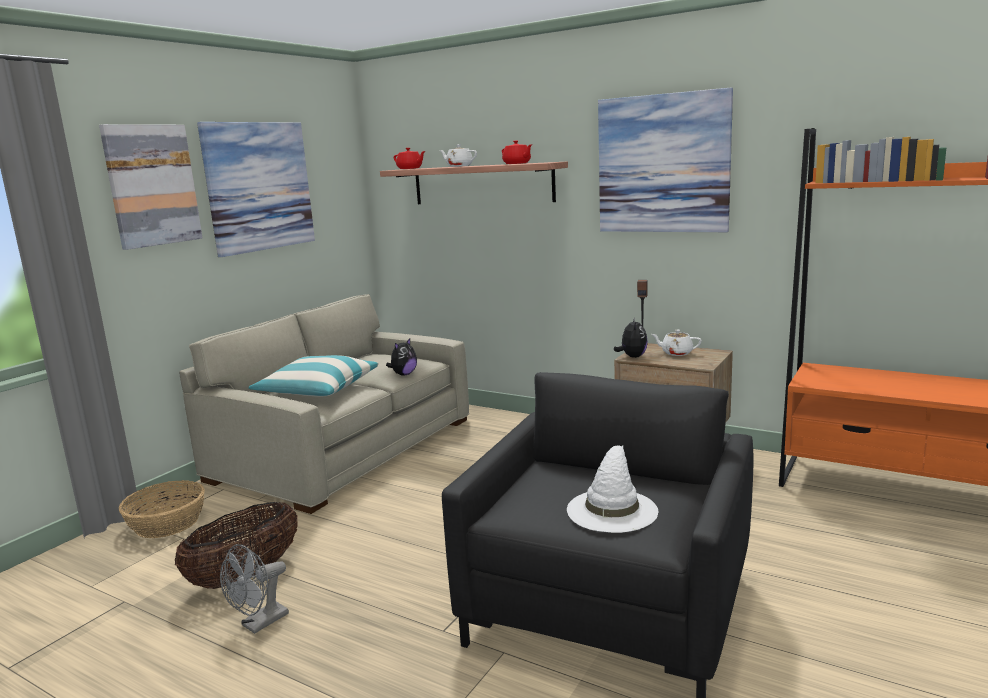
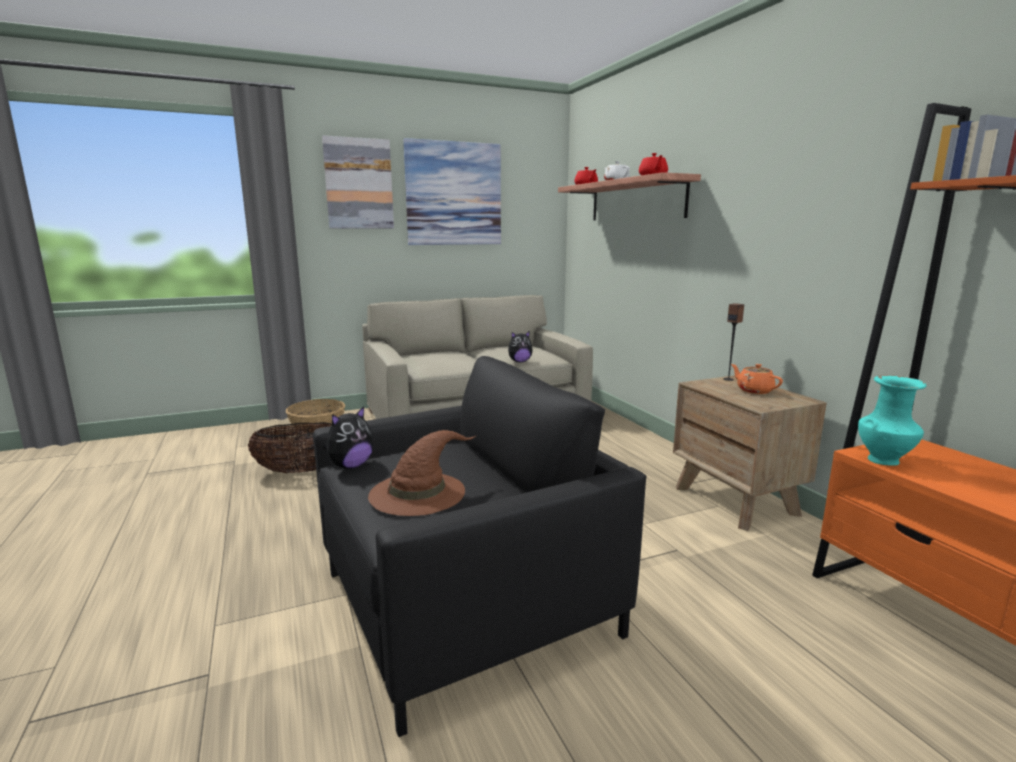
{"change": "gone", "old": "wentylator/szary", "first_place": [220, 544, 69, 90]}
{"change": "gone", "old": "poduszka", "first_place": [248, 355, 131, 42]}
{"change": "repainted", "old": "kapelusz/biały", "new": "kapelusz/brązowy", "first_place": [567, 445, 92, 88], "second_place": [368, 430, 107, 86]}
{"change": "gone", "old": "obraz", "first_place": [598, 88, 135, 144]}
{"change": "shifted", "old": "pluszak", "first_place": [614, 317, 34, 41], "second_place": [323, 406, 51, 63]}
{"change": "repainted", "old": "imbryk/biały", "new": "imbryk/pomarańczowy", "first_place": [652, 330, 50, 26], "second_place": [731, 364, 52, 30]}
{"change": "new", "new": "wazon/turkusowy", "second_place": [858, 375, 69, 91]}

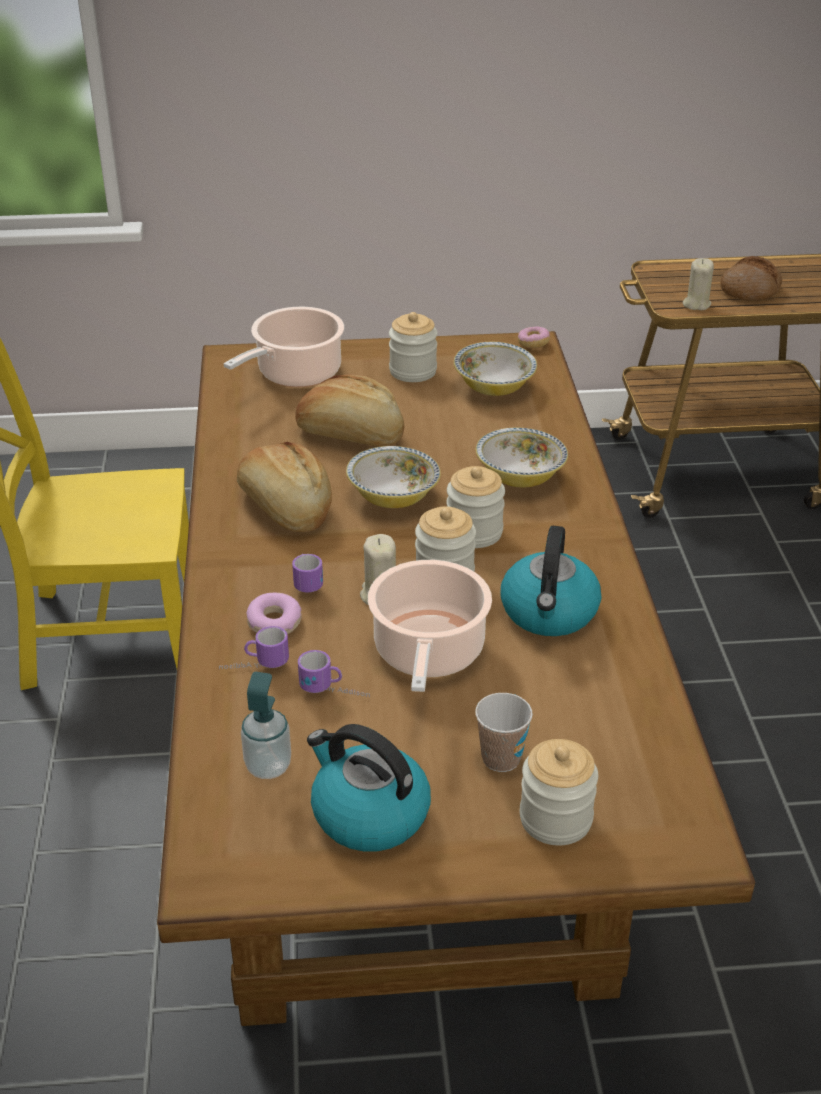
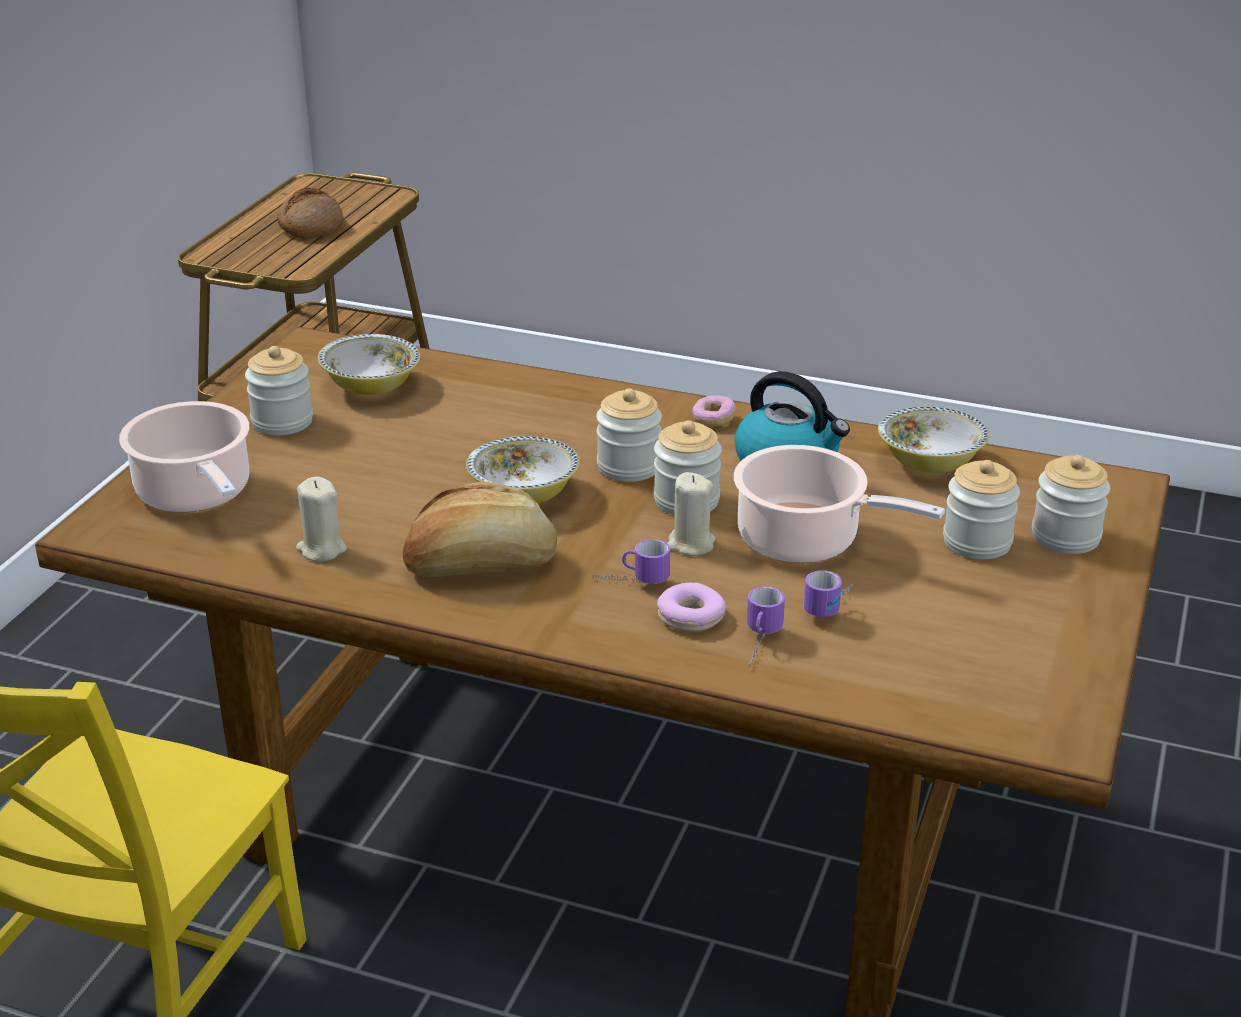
{"change": "gone", "old": "dozownik mydła", "first_place": [241, 672, 50, 107]}
{"change": "gone", "old": "chleb", "first_place": [295, 374, 109, 73]}
{"change": "gone", "old": "czajnik", "first_place": [307, 724, 124, 128]}
{"change": "swapped", "old": "filiżanka", "new": "słoik", "first_place": [475, 693, 58, 79], "second_place": [943, 460, 77, 99]}
{"change": "shifted", "old": "miska", "first_place": [476, 428, 92, 59], "second_place": [878, 406, 111, 67]}
{"change": "shifted", "old": "donut", "first_place": [518, 326, 32, 22], "second_place": [692, 395, 44, 32]}
{"change": "shifted", "old": "świeca/beżowy", "first_place": [683, 258, 31, 52], "second_place": [296, 477, 51, 85]}

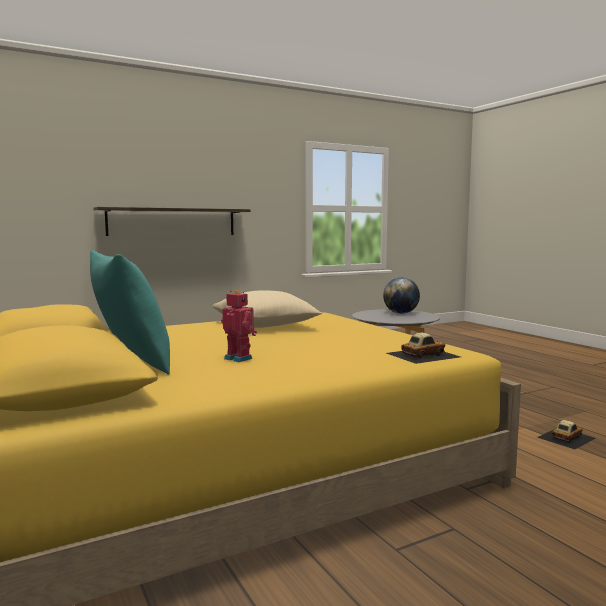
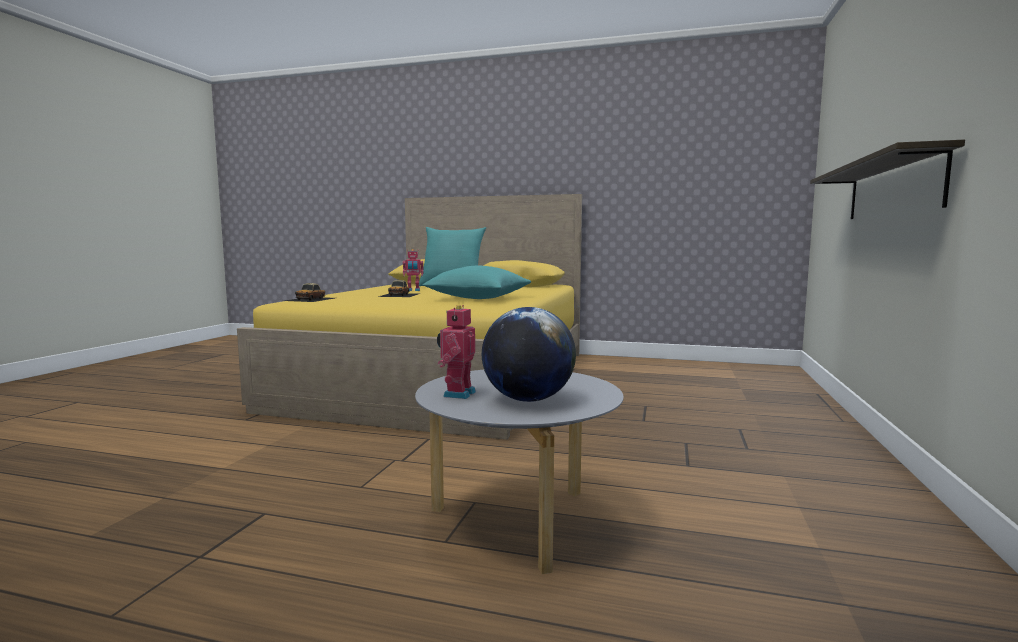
{"change": "repainted", "old": "poduszka/beżowy", "new": "poduszka/turkusowy", "first_place": [212, 290, 110, 38], "second_place": [422, 266, 109, 33]}
{"change": "shifted", "old": "samochodzik", "first_place": [537, 420, 59, 29], "second_place": [378, 280, 40, 17]}
{"change": "new", "new": "robot zabawkowy", "second_place": [437, 305, 39, 94]}

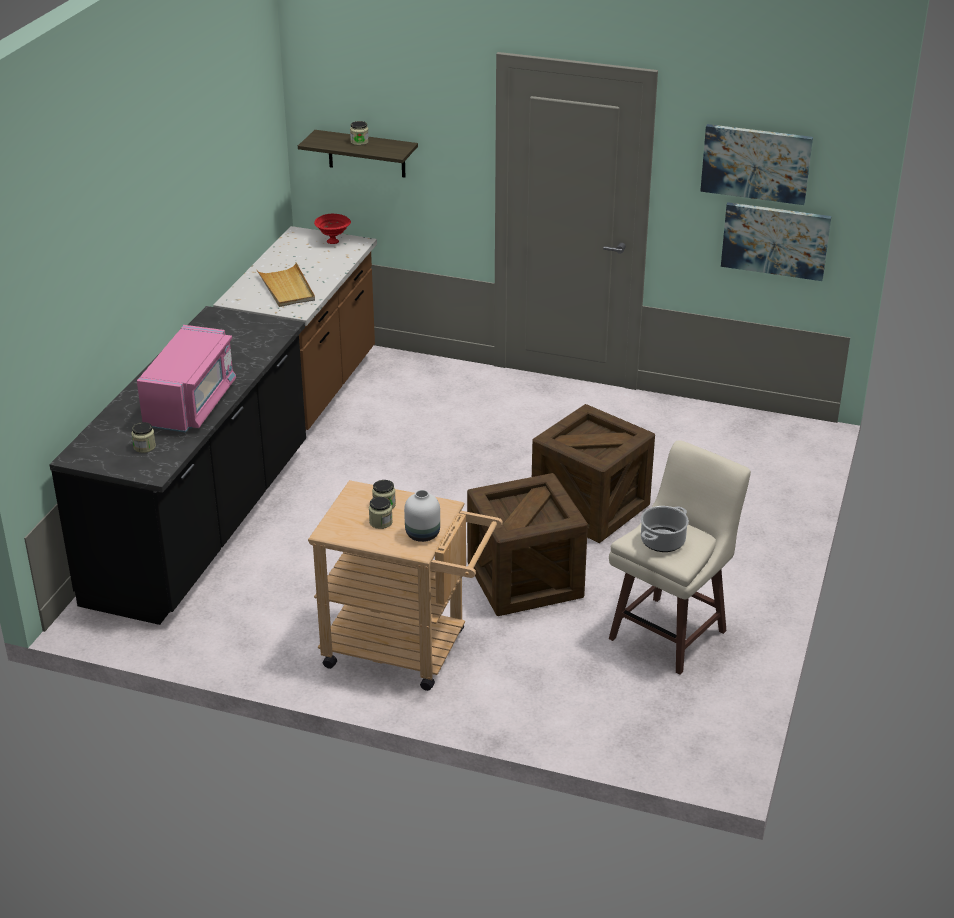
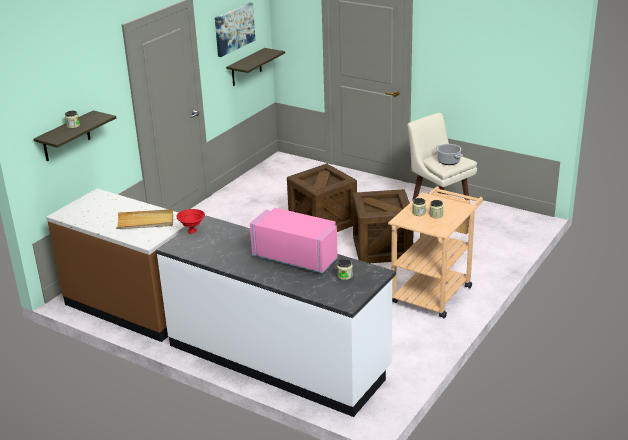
{"change": "repainted", "old": "zabudowa kuchenna/czarny", "new": "zabudowa kuchenna/biały", "first_place": [49, 306, 257, 319], "second_place": [156, 216, 240, 201]}
{"change": "shifted", "old": "miska/czerwony", "first_place": [314, 214, 37, 30], "second_place": [176, 209, 29, 24]}
{"change": "gone", "old": "wazon/biały", "first_place": [404, 490, 36, 52]}
{"change": "swapped", "old": "obraz", "new": "półka", "first_place": [721, 202, 110, 79], "second_place": [226, 48, 59, 38]}

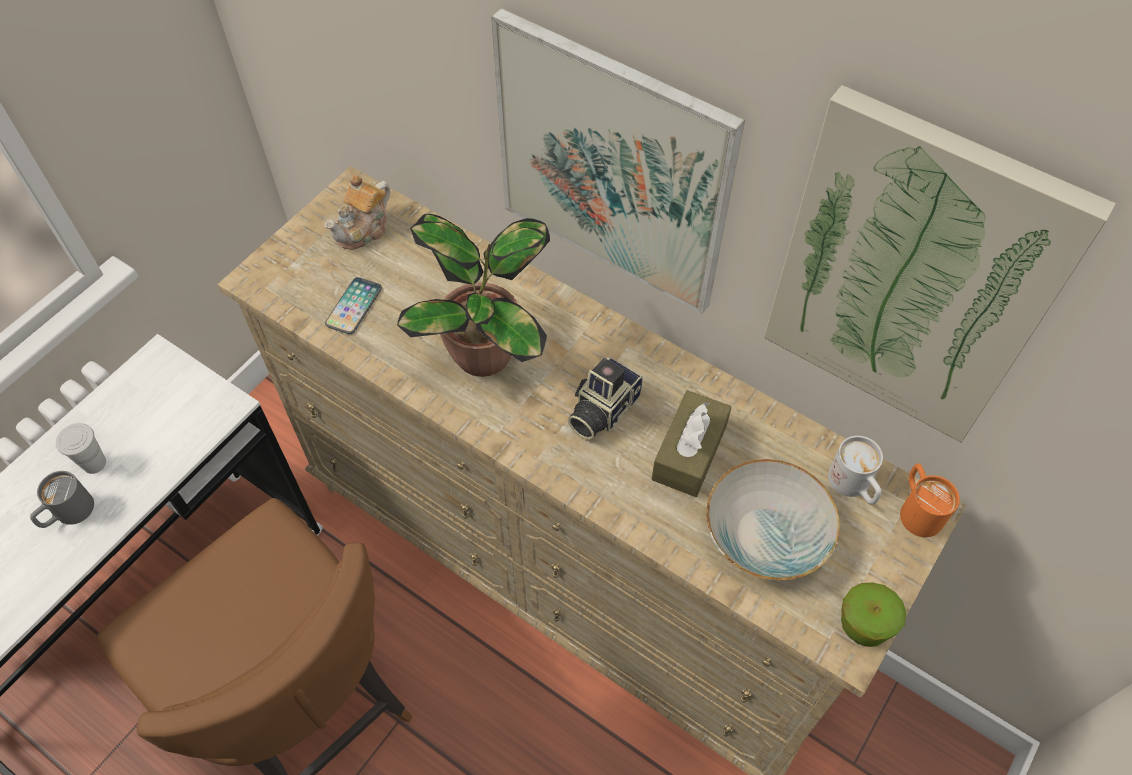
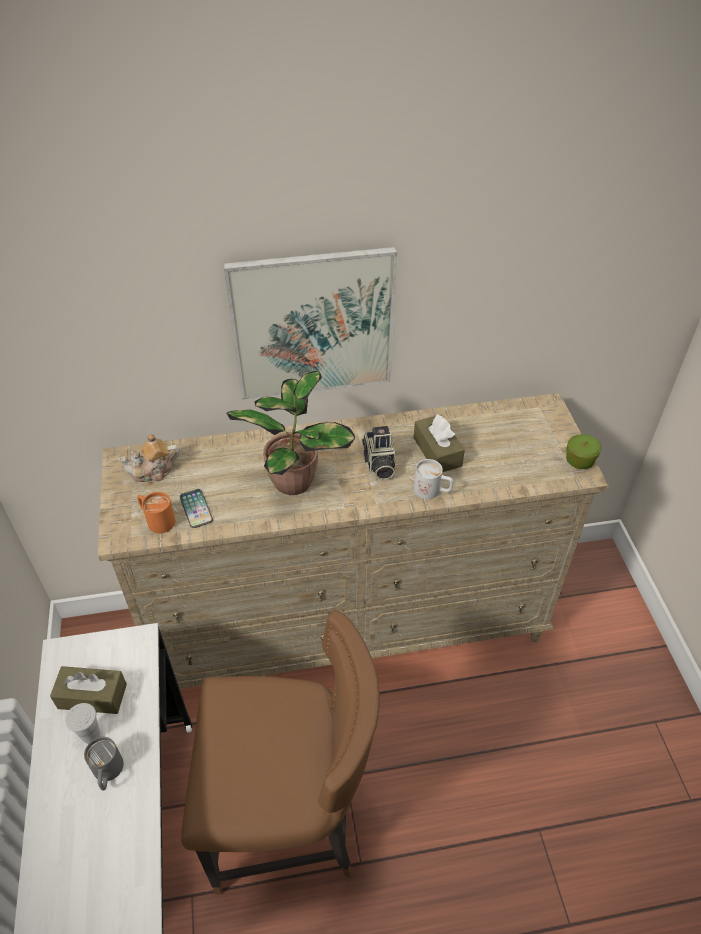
{"change": "rotated", "old": "imbryk", "first_place": [325, 175, 65, 75], "second_place": [118, 434, 61, 48], "degrees": 75}
{"change": "gone", "old": "miska", "first_place": [706, 459, 134, 121]}
{"change": "gone", "old": "obraz", "first_place": [764, 85, 352, 358]}
{"change": "shifted", "old": "kubek/biały", "first_place": [828, 436, 55, 68], "second_place": [414, 459, 39, 40]}
{"change": "shifted", "old": "kubek/pomarańczowy", "first_place": [900, 464, 60, 73], "second_place": [137, 492, 38, 41]}
{"change": "new", "new": "pudełko chusteczek/brązowy", "second_place": [50, 666, 77, 48]}

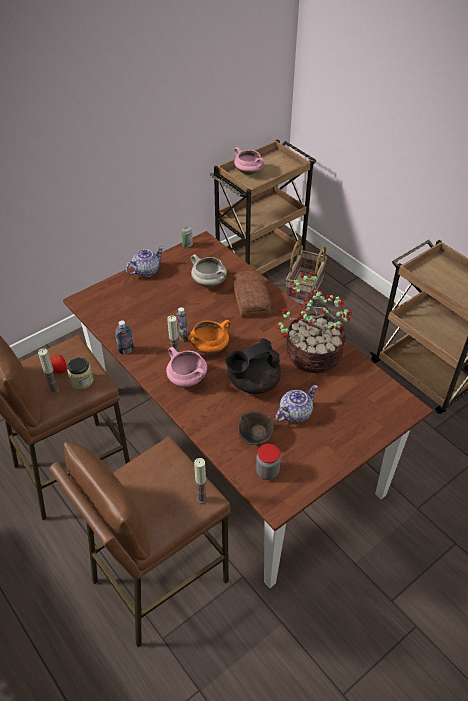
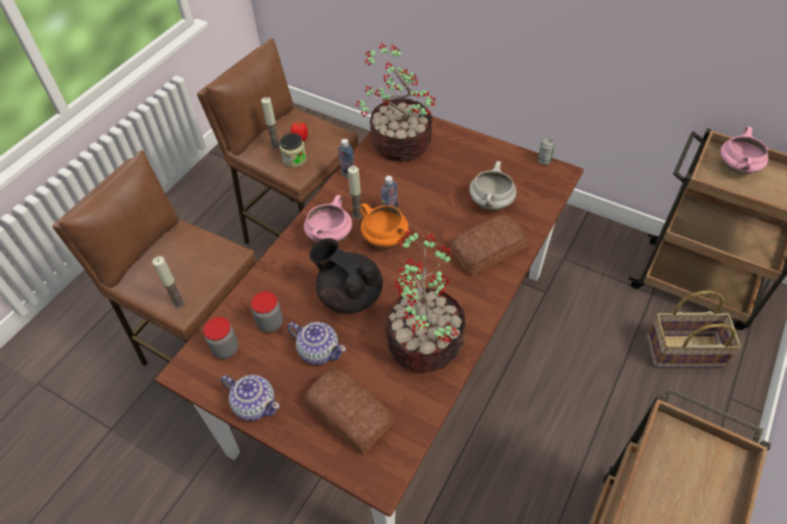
{"change": "shifted", "old": "imbryk", "first_place": [126, 247, 38, 30], "second_place": [221, 375, 59, 46]}
{"change": "swapped", "old": "miska/brązowy", "new": "słoik", "first_place": [238, 411, 36, 34], "second_place": [251, 291, 32, 42]}
{"change": "new", "new": "chleb", "second_place": [304, 369, 89, 86]}
{"change": "new", "new": "roślina doniczkowa", "second_place": [355, 43, 80, 118]}

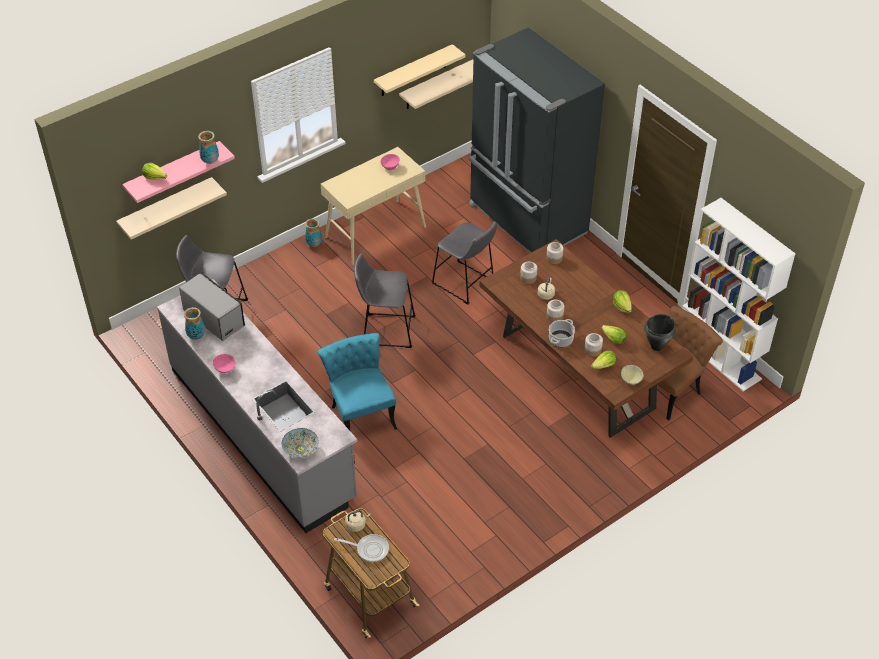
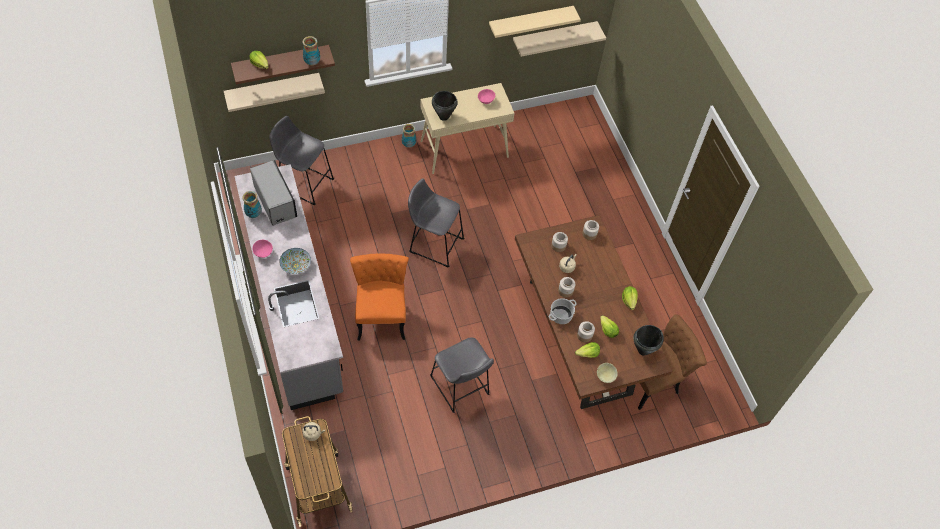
{"change": "repainted", "old": "półka/różowy", "new": "półka/brązowy", "first_place": [122, 141, 113, 62], "second_place": [231, 45, 104, 39]}
{"change": "shifted", "old": "miska", "first_place": [282, 428, 37, 30], "second_place": [279, 248, 32, 26]}
{"change": "repainted", "old": "krzesło/turkusowy", "new": "krzesło/pomarańczowy", "first_place": [318, 333, 79, 97], "second_place": [350, 253, 59, 87]}
{"change": "gone", "old": "patelnia", "first_place": [334, 534, 55, 28]}
{"change": "shifted", "old": "stołek/szary", "first_place": [431, 222, 66, 83], "second_place": [430, 337, 64, 76]}
{"change": "gone", "old": "lodówka/czarny", "first_place": [469, 27, 136, 226]}
{"change": "gone", "old": "regał/biały", "first_place": [682, 198, 114, 193]}
{"change": "new", "new": "garnek/czarny", "second_place": [432, 91, 26, 30]}

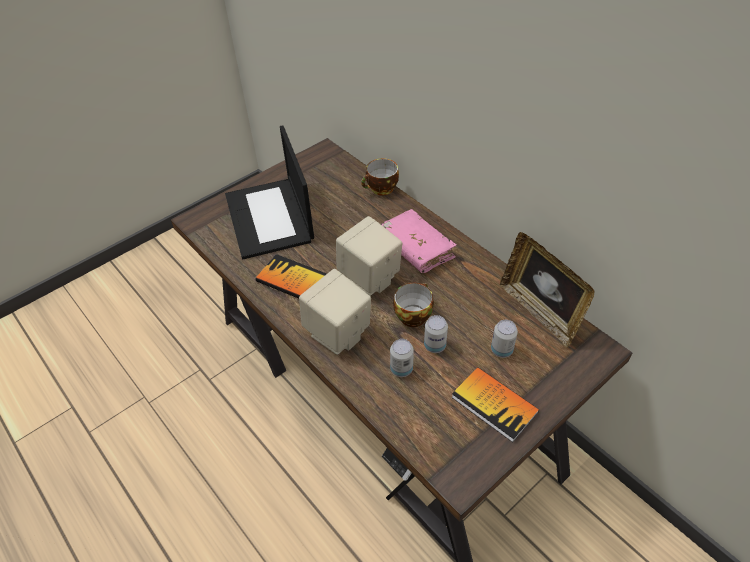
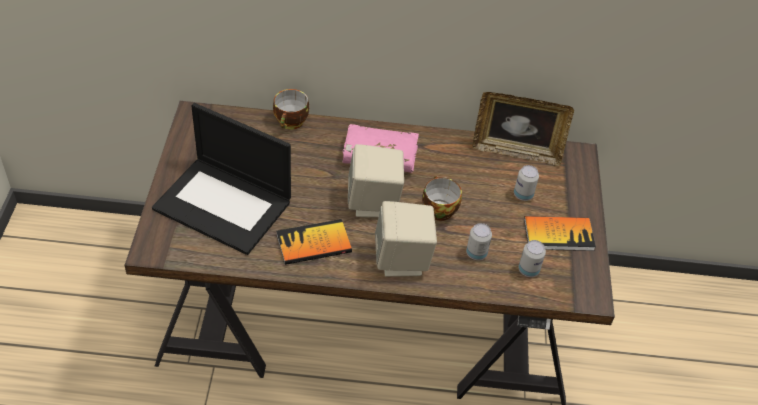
{"change": "shifted", "old": "puszka", "first_place": [424, 315, 24, 38], "second_place": [518, 240, 28, 37]}

